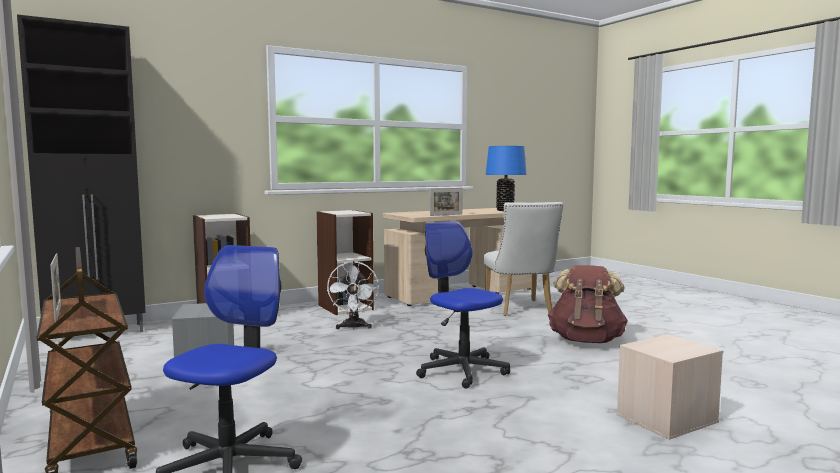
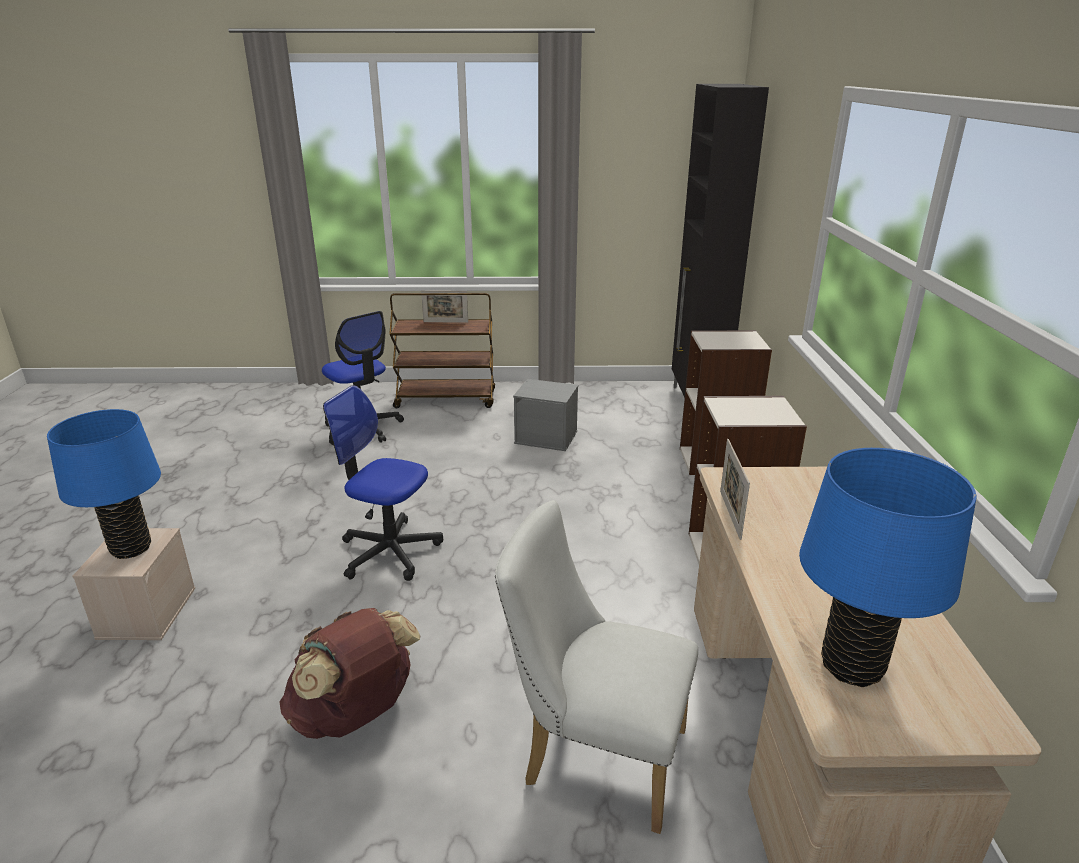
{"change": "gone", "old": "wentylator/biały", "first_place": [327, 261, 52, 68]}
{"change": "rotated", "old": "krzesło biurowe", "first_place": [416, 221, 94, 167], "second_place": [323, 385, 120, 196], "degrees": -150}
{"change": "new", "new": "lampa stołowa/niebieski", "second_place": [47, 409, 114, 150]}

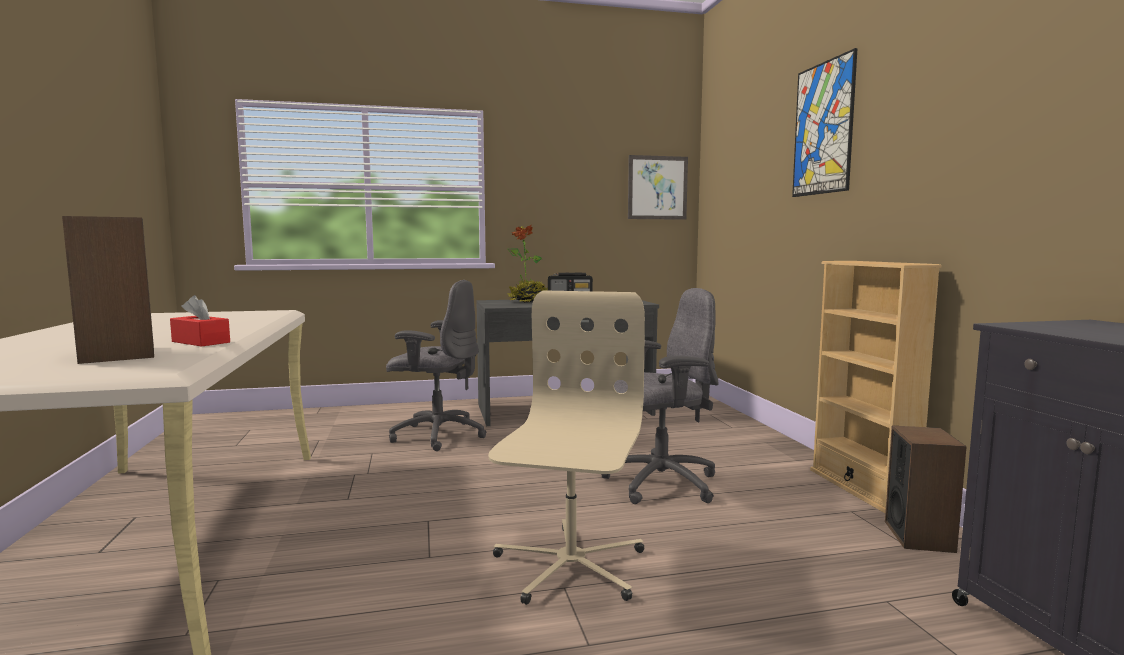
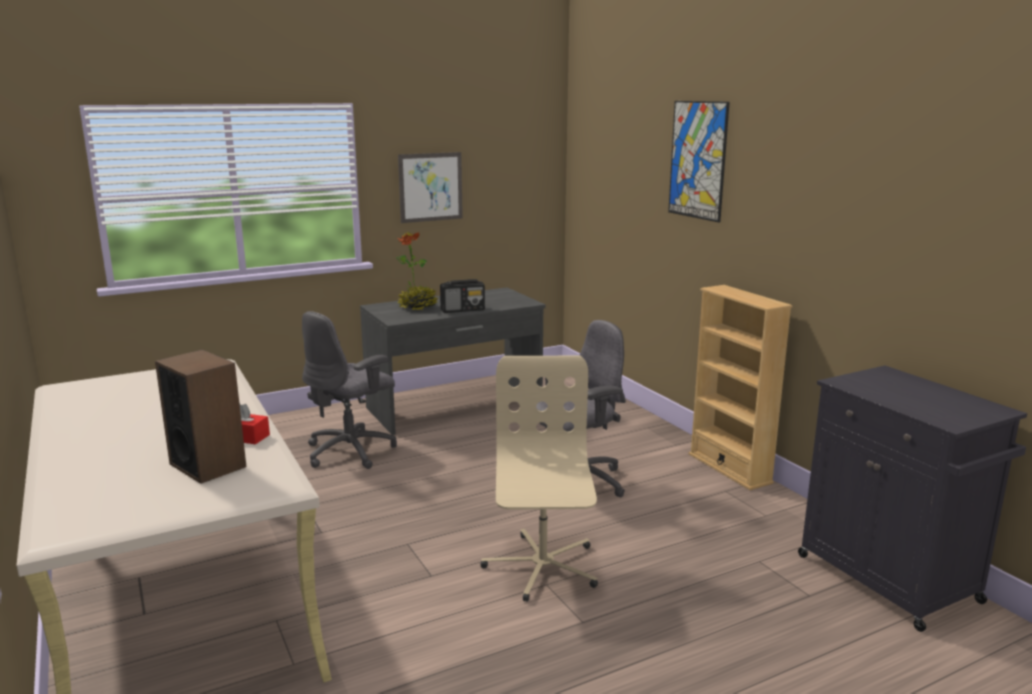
{"change": "rotated", "old": "krzesło biurowe/szary", "first_place": [386, 280, 100, 171], "second_place": [302, 311, 95, 158], "degrees": 135}
{"change": "shifted", "old": "obraz", "first_place": [628, 155, 60, 65], "second_place": [398, 152, 65, 71]}
{"change": "gone", "old": "głośnik", "first_place": [885, 426, 82, 127]}

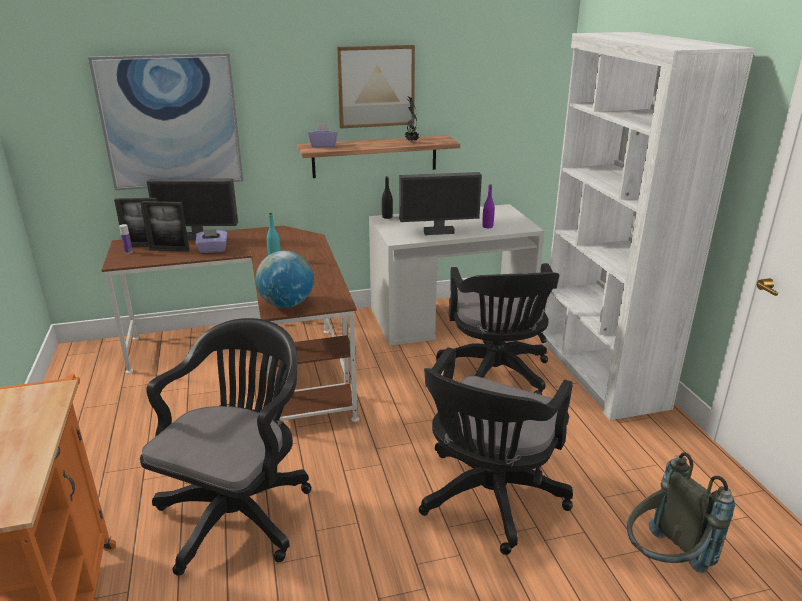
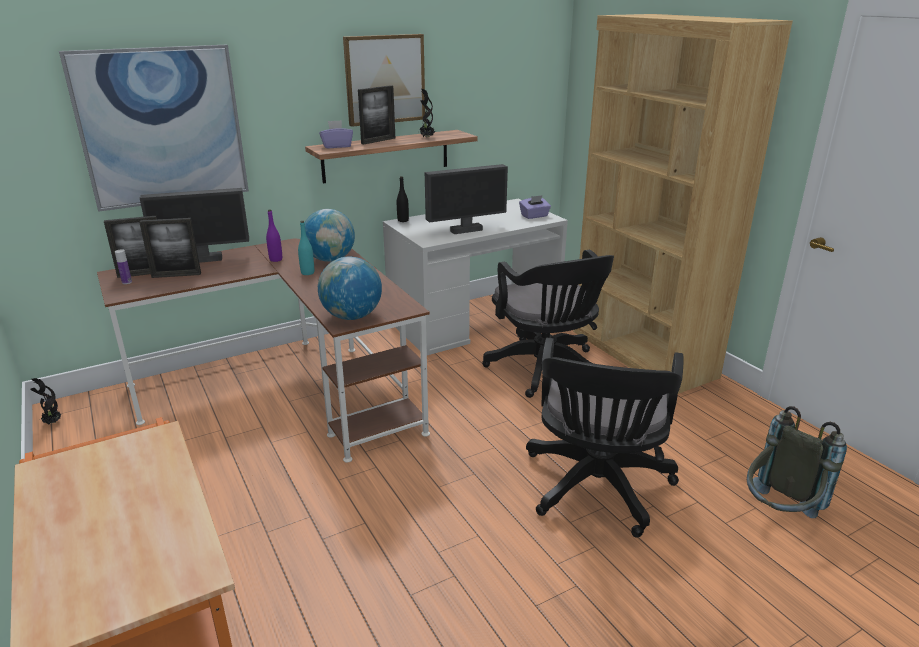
{"change": "gone", "old": "krzesło biurowe/czarny", "first_place": [140, 318, 172, 258]}
{"change": "shifted", "old": "pudełko chusteczek/fioletowy", "first_place": [195, 229, 32, 24], "second_place": [519, 195, 32, 24]}
{"change": "shifted", "old": "butelka/fioletowy", "first_place": [482, 184, 13, 44], "second_place": [266, 210, 16, 52]}
{"change": "repainted", "old": "regał/biały", "new": "regał/brązowy", "first_place": [542, 32, 213, 388], "second_place": [573, 14, 220, 380]}
{"change": "new", "new": "roślina doniczkowa", "second_place": [30, 378, 31, 47]}
{"change": "new", "new": "globus", "second_place": [305, 209, 50, 53]}
{"change": "new", "new": "ramka na zdjęcie", "second_place": [358, 85, 37, 59]}

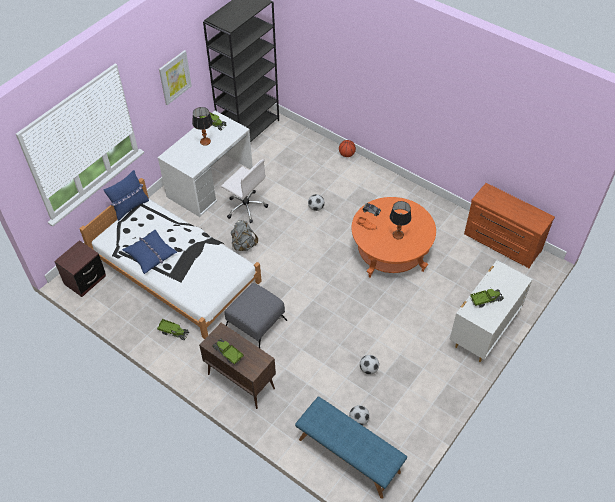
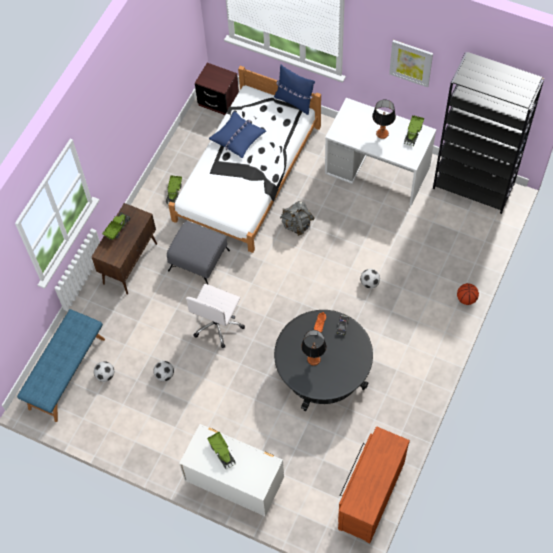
{"change": "shifted", "old": "krzesło biurowe/biały", "first_place": [221, 159, 47, 64], "second_place": [186, 284, 59, 64]}
{"change": "repainted", "old": "ława/pomarańczowy", "new": "ława/czarny", "first_place": [352, 197, 84, 81], "second_place": [274, 310, 99, 101]}

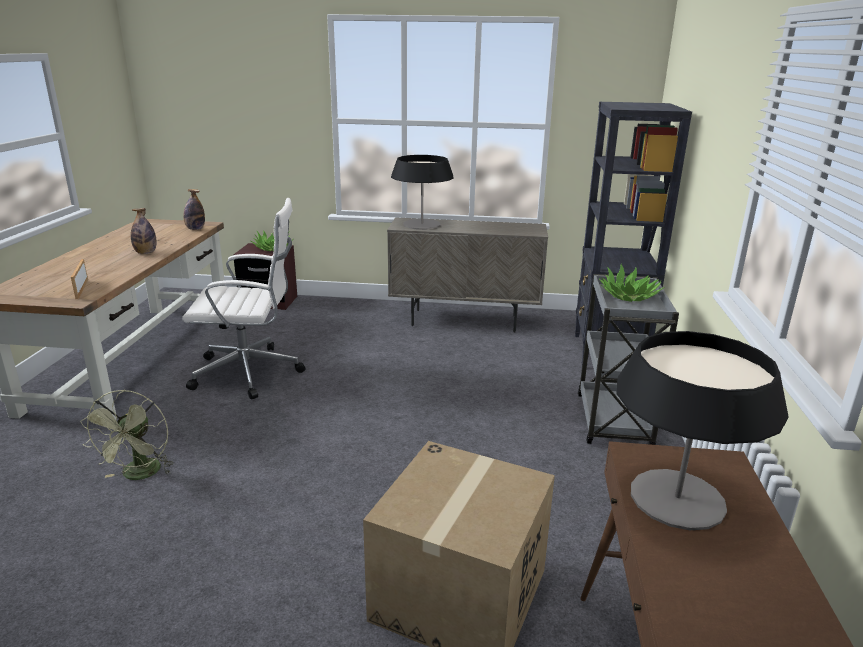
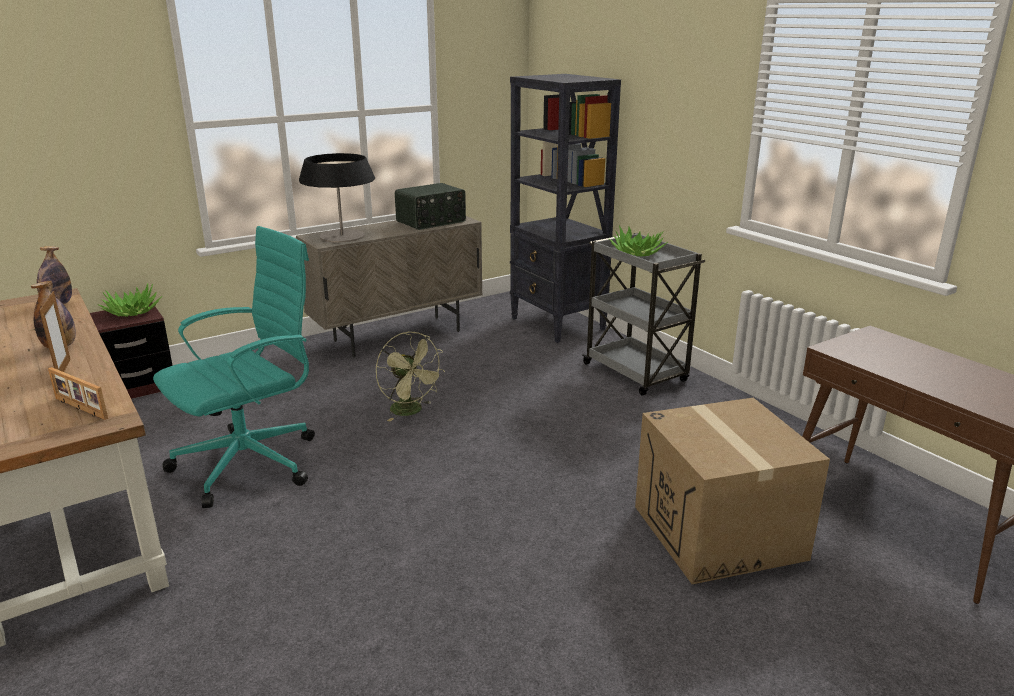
{"change": "shifted", "old": "wentylator/zielony", "first_place": [80, 390, 94, 90], "second_place": [376, 332, 69, 90]}
{"change": "repainted", "old": "krzesło biurowe/biały", "new": "krzesło biurowe/turkusowy", "first_place": [182, 198, 123, 201], "second_place": [153, 226, 162, 282]}
{"change": "gone", "old": "lampa stołowa", "first_place": [616, 331, 173, 199]}
{"change": "new", "new": "ramka na zdjęcie", "second_place": [39, 291, 31, 81]}
{"change": "new", "new": "radio", "second_place": [395, 183, 71, 47]}

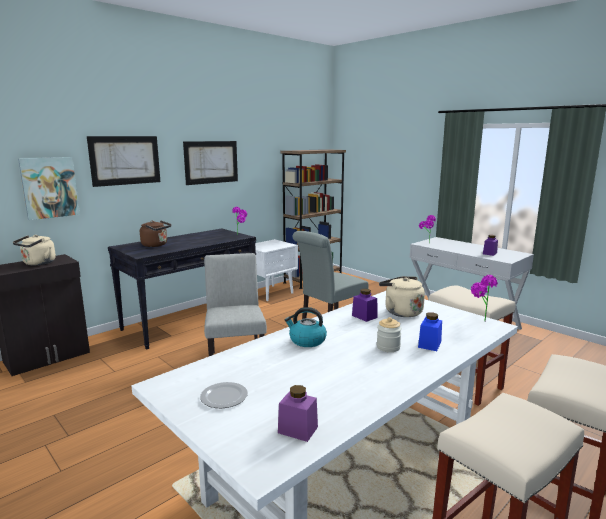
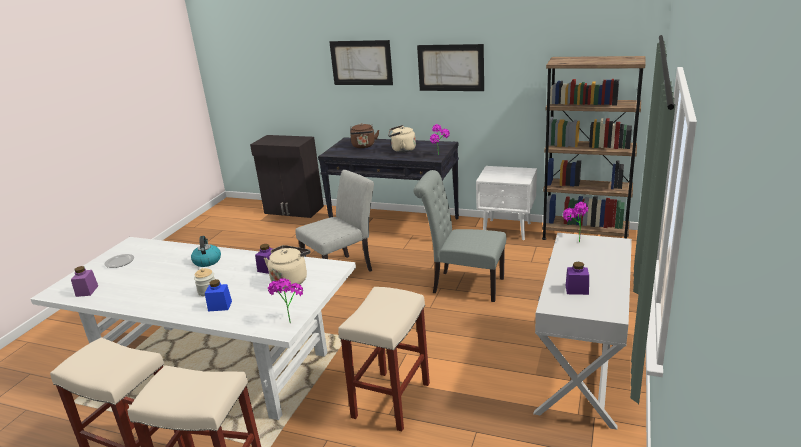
{"change": "shifted", "old": "czajnik/beżowy", "first_place": [13, 235, 43, 30], "second_place": [388, 125, 28, 27]}
{"change": "gone", "old": "obraz", "first_place": [18, 157, 62, 63]}

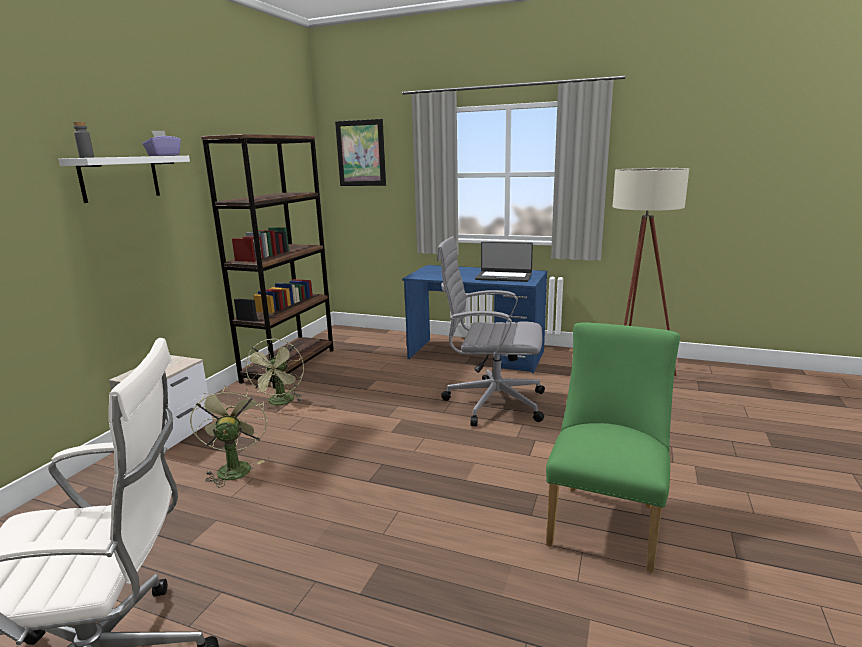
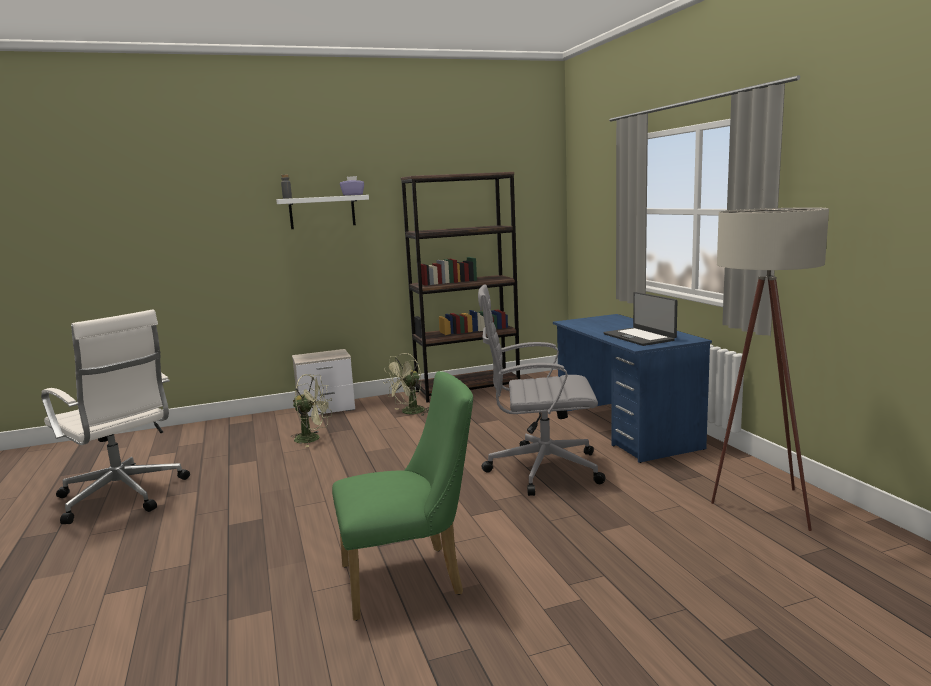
{"change": "rotated", "old": "wentylator/zielony", "first_place": [190, 386, 77, 101], "second_place": [292, 374, 40, 73], "degrees": 60}
{"change": "gone", "old": "obraz", "first_place": [335, 119, 51, 67]}
{"change": "rotated", "old": "krzesło biurowe/szary", "first_place": [437, 236, 108, 190], "second_place": [478, 284, 128, 212], "degrees": -60}

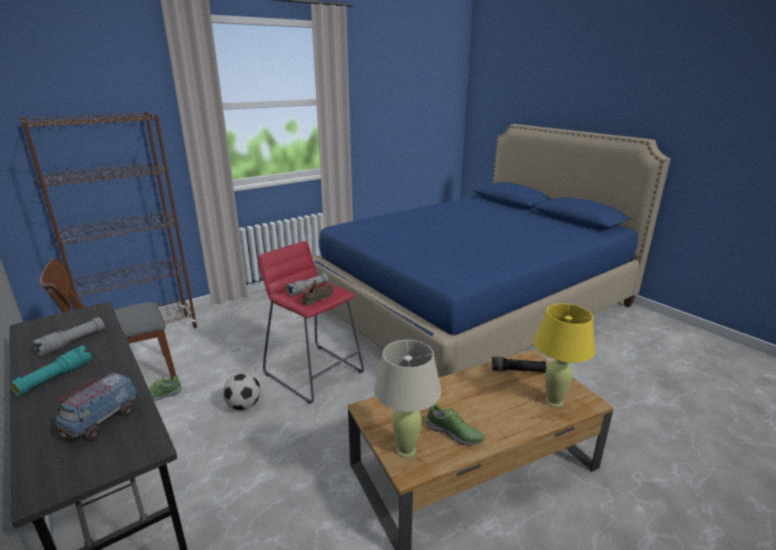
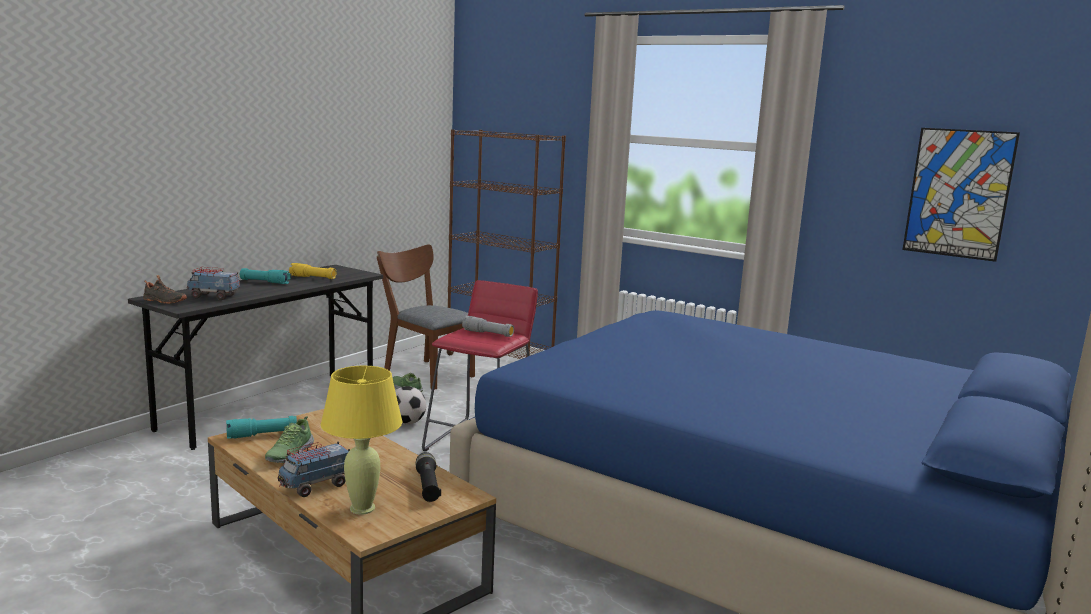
{"change": "repainted", "old": "latarka/szary", "new": "latarka/żółty", "first_place": [32, 317, 73, 40], "second_place": [289, 263, 47, 16]}
{"change": "shifted", "old": "but/czarny", "first_place": [302, 280, 32, 26], "second_place": [143, 275, 44, 29]}
{"change": "swapped", "old": "lampa stołowa/beżowy", "new": "latarka/turkusowy", "first_place": [374, 340, 67, 118], "second_place": [226, 416, 71, 23]}
{"change": "new", "new": "ciężarówka zabawkowa", "second_place": [277, 441, 73, 56]}
{"change": "new", "new": "obraz", "second_place": [903, 128, 117, 134]}

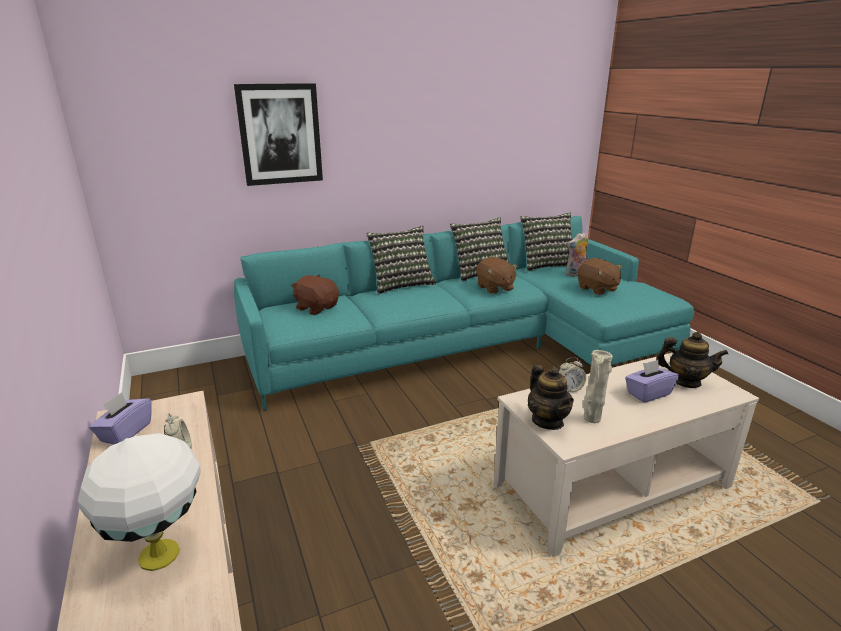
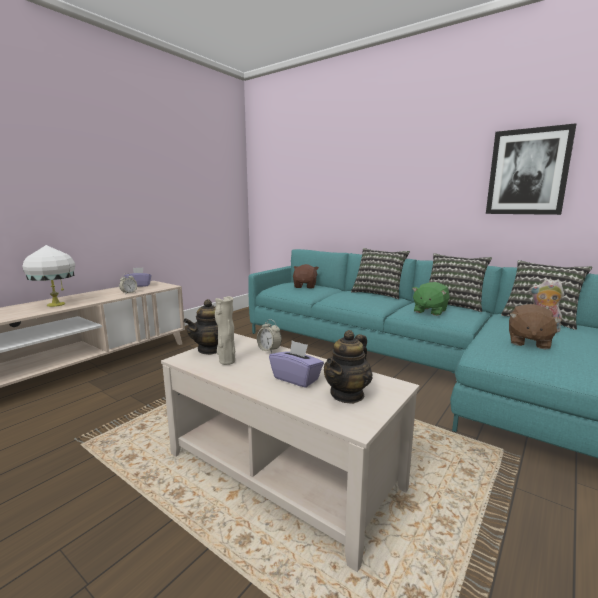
{"change": "shifted", "old": "obraz", "first_place": [234, 83, 89, 103], "second_place": [486, 123, 90, 92]}
{"change": "repainted", "old": "pluszak/brązowy", "new": "pluszak/zielony", "first_place": [476, 257, 42, 37], "second_place": [412, 282, 38, 34]}
{"change": "rotated", "old": "imbryk", "first_place": [656, 332, 73, 56], "second_place": [324, 330, 49, 74], "degrees": 45}

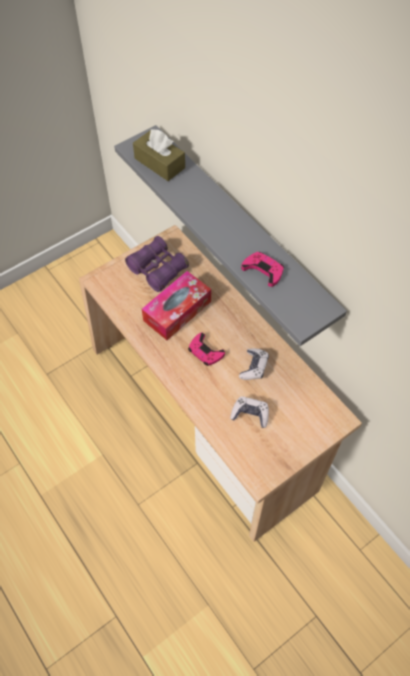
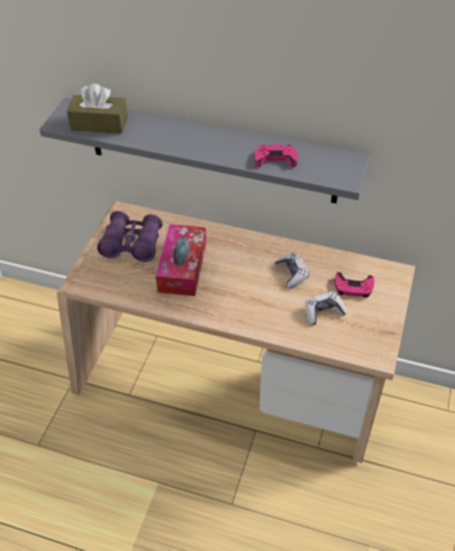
{"change": "shifted", "old": "pad do gier/różowy", "first_place": [188, 333, 37, 33], "second_place": [335, 272, 39, 26]}

